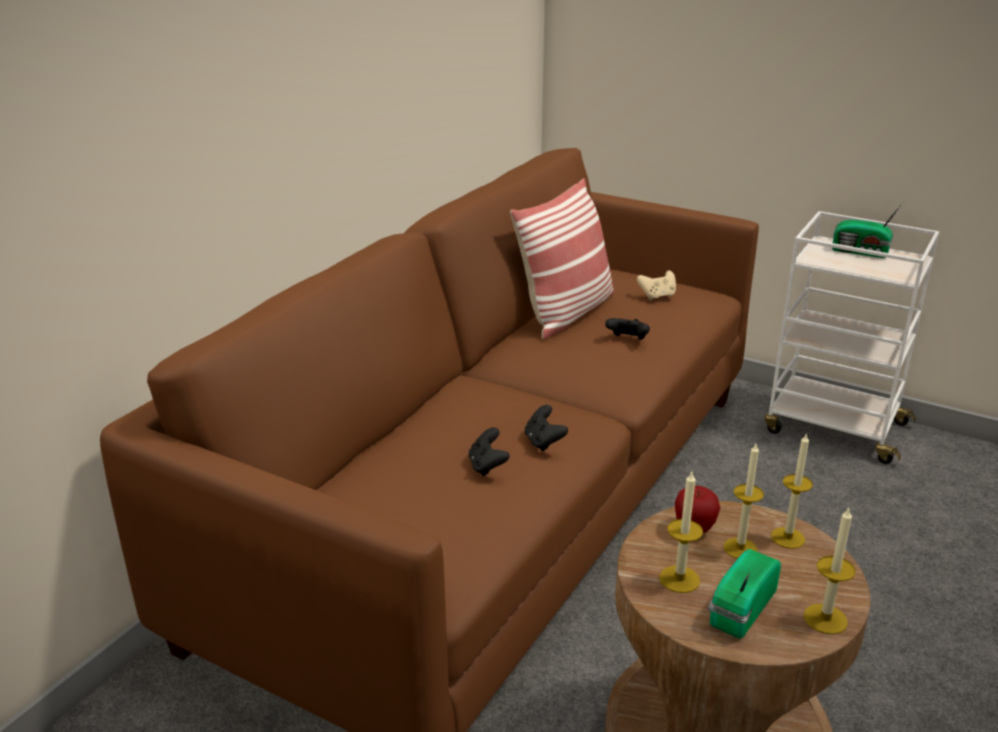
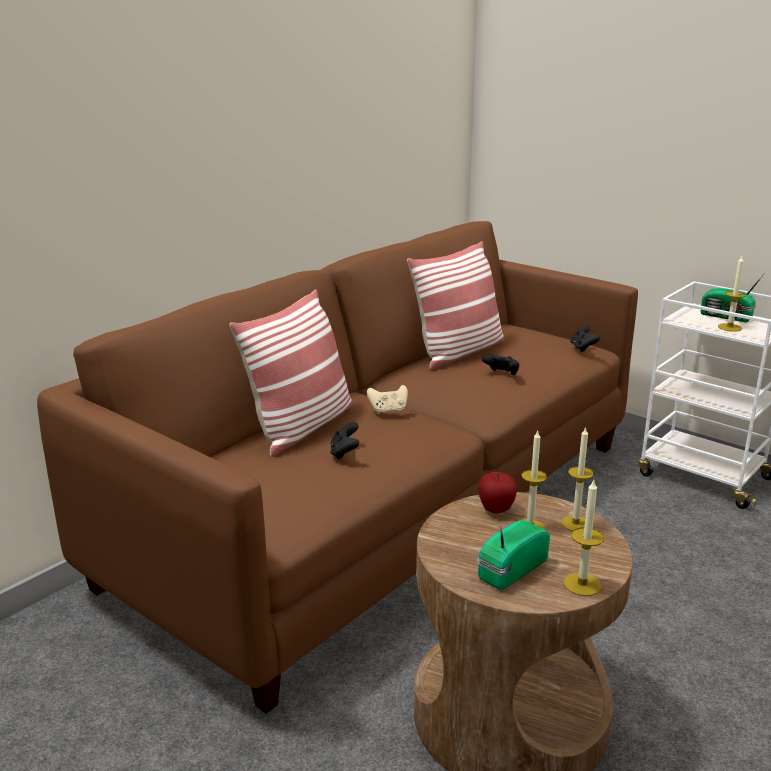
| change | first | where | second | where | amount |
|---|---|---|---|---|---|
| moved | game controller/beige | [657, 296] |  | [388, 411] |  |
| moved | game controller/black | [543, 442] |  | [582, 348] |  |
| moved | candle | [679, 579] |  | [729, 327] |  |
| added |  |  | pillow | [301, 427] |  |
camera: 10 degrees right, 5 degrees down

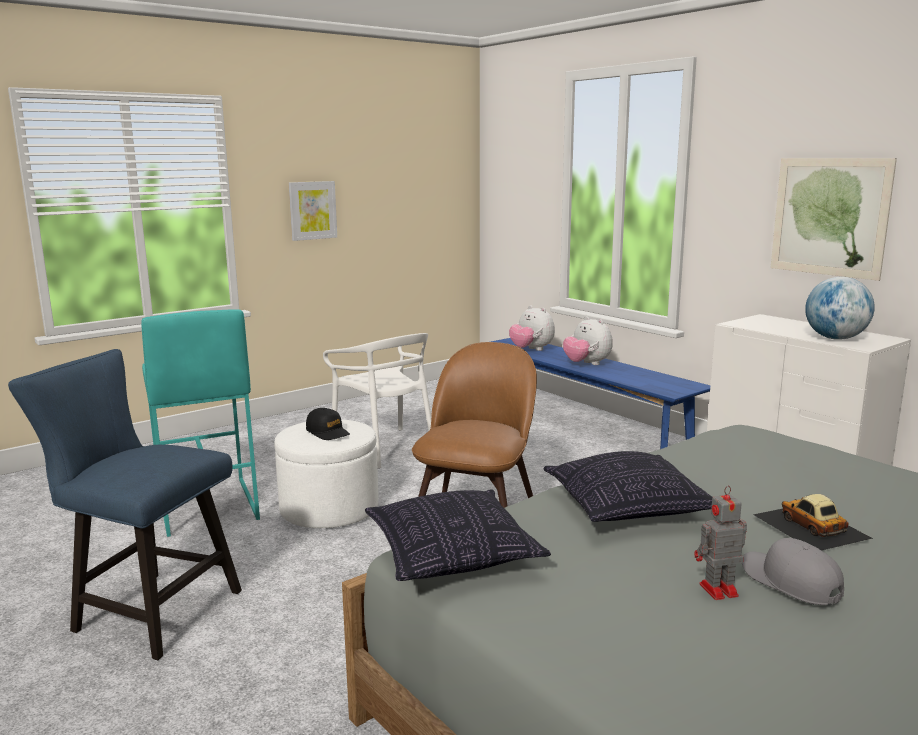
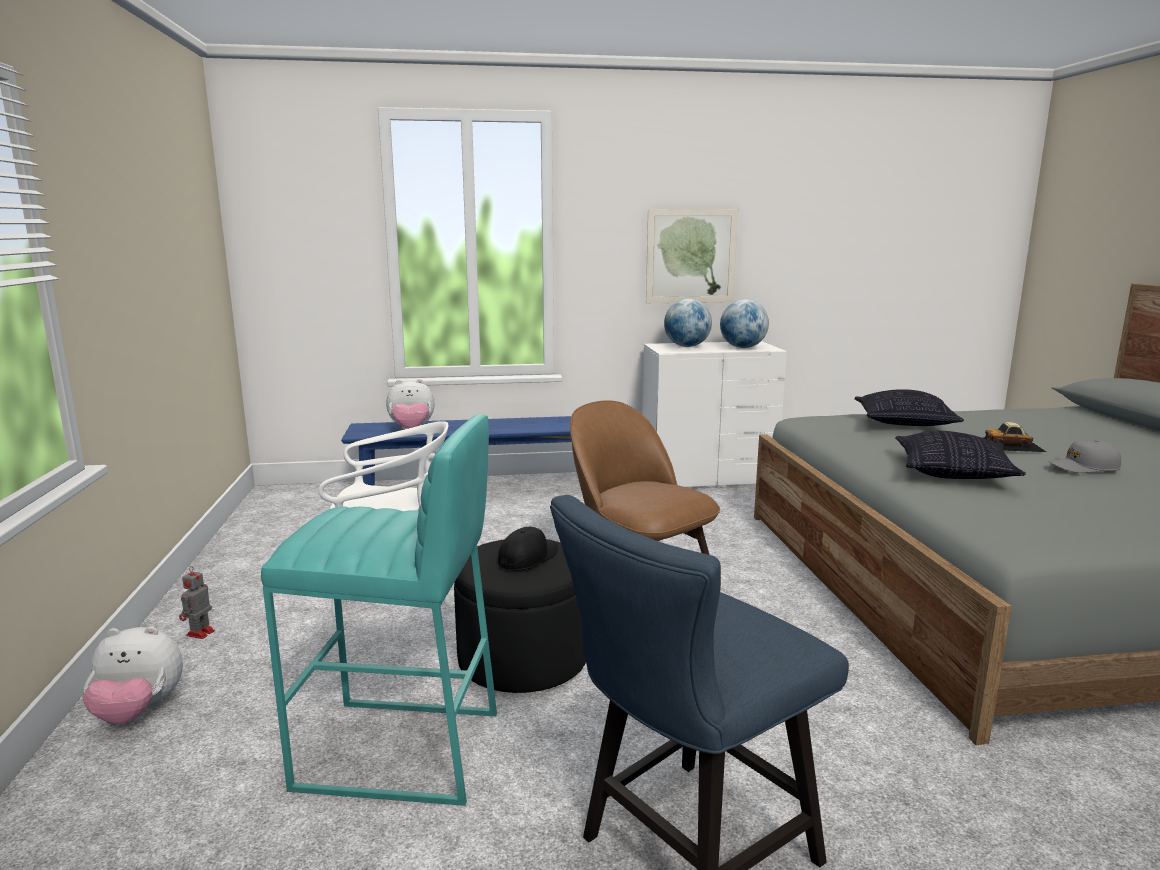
| change | first | where | second | where | amount |
|---|---|---|---|---|---|
| removed | picture | [312, 210] |  |  |  |
| moved | plush toy | [587, 364] |  | [138, 712] |  |
| turned | cap/black | [328, 432] |  | [528, 557] | 45 degrees counterclockwise |
| recoloured | ottoman/white | [329, 509] | ottoman/black | [523, 659] |  |
| moved | toy robot | [716, 590] |  | [199, 634] |  |
| moved | pillow | [451, 555] |  | [904, 424] |  |
| added |  |  | globe | [686, 346] |  |
camera: 60 degrees left, 0 degrees up

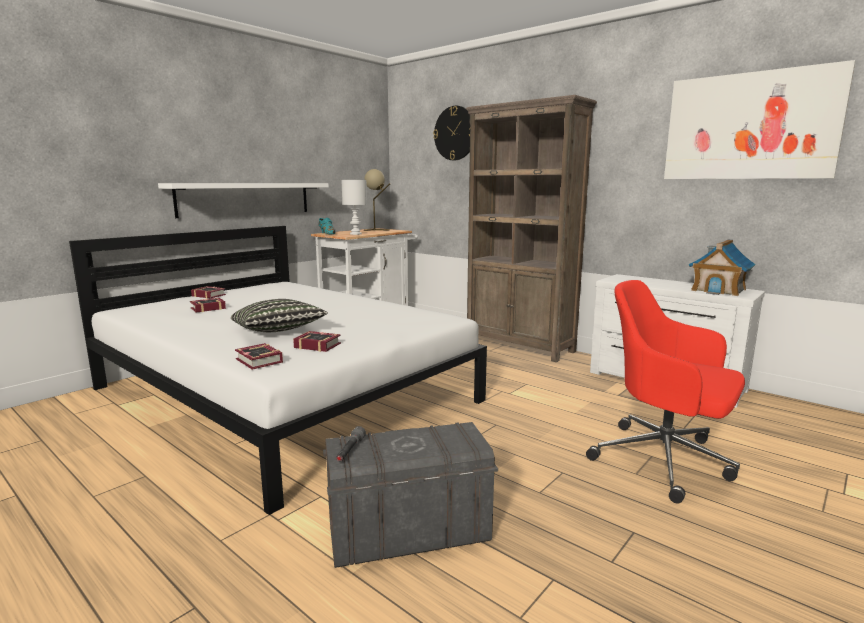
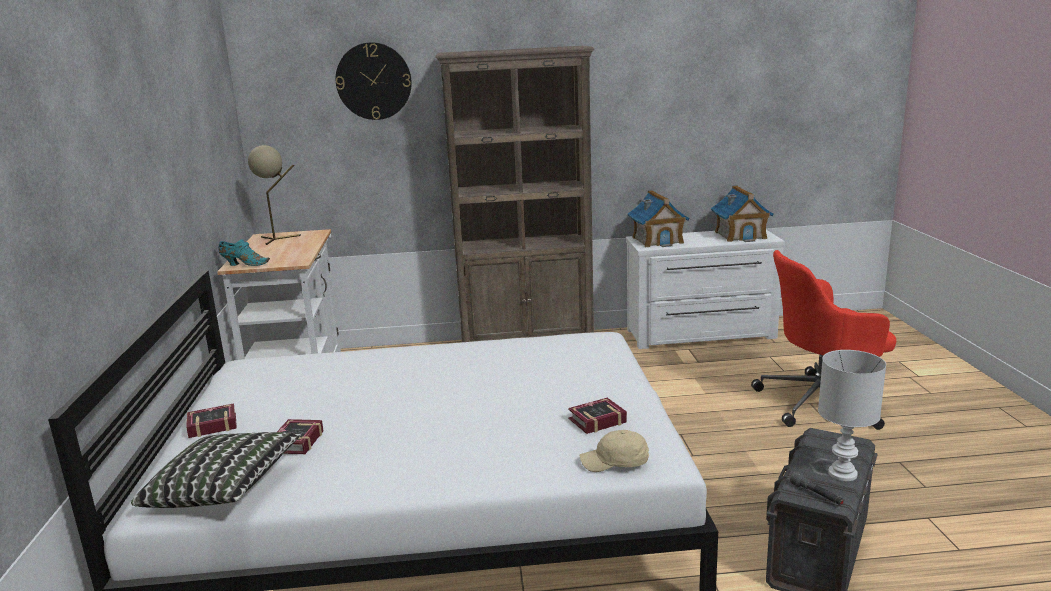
| change | first | where | second | where | amount |
|---|---|---|---|---|---|
| removed | picture | [749, 126] |  |  |  |
| moved | table lamp/white | [356, 234] |  | [842, 473] |  |
| removed | shelf/white | [246, 199] |  |  |  |
| moved | pillow | [278, 332] |  | [224, 491] |  |
| replaced | book | [259, 361] | cap/beige | [615, 463] |  |
| added |  |  | toy house | [657, 240] |  |
camera: 45 degrees left, 5 degrees up

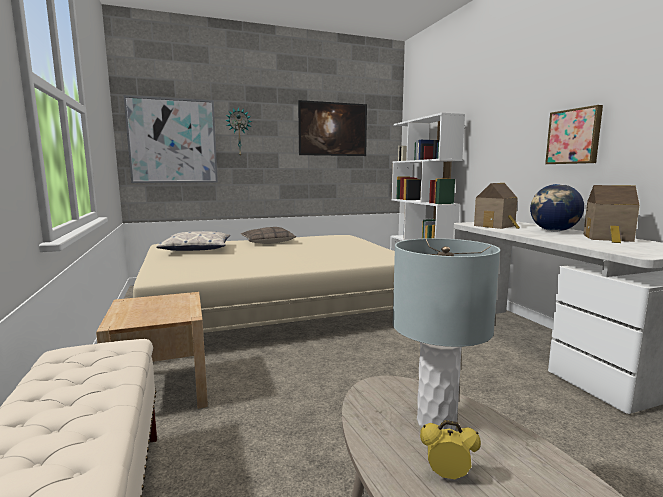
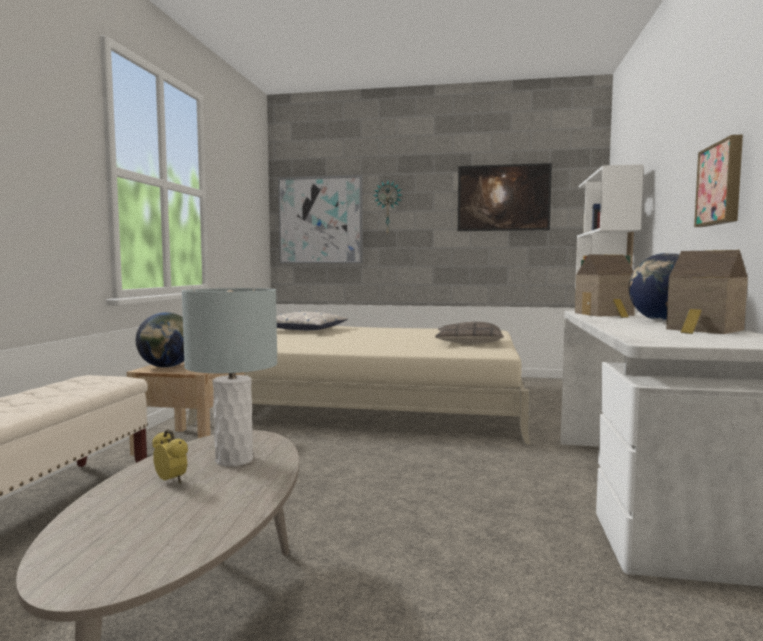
| change | first | where | second | where | amount |
|---|---|---|---|---|---|
| moved | pillow | [267, 242] |  | [468, 342] |  |
| added |  |  | globe | [167, 367] |  |
camera: 30 degrees right, 5 degrees down

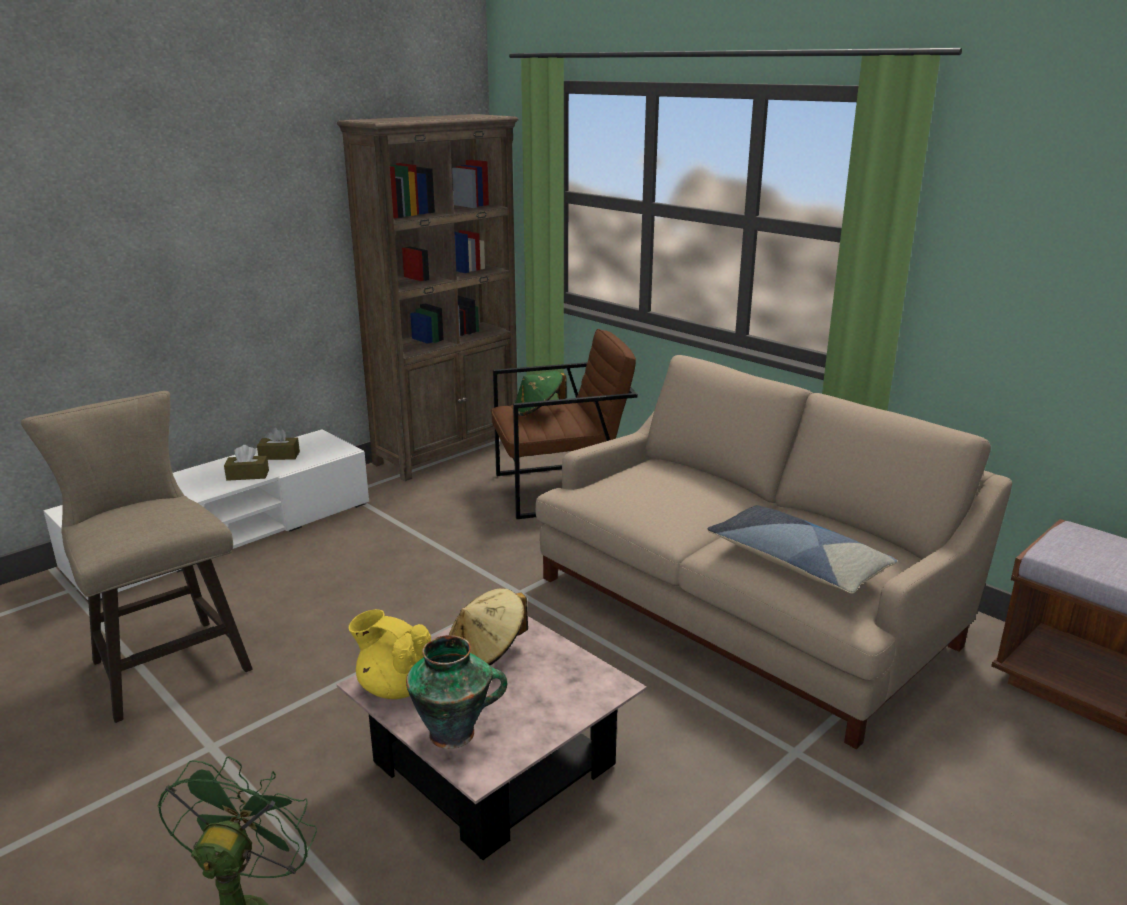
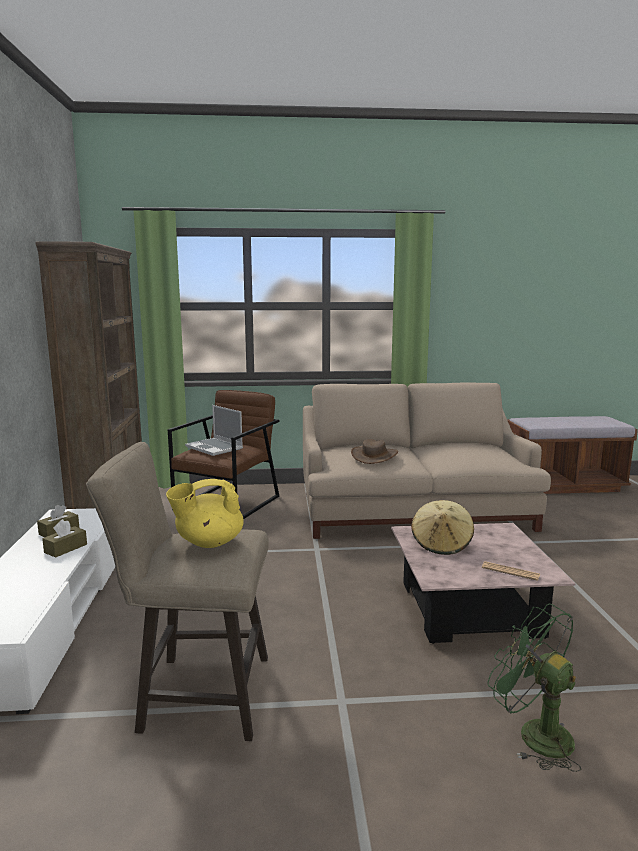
| change | first | where | second | where | amount |
|---|---|---|---|---|---|
| replaced | hat/green | [538, 410] | laptop | [215, 448] |  |
| removed | pillow | [797, 562] |  |  |  |
| moved | teapot/yellow | [397, 686] |  | [208, 542] |  |
| replaced | vase | [454, 733] | newspaper | [510, 571] |  |
| added |  |  | hat/brown | [374, 456] |  |
camera: 50 degrees left, 10 degrees down

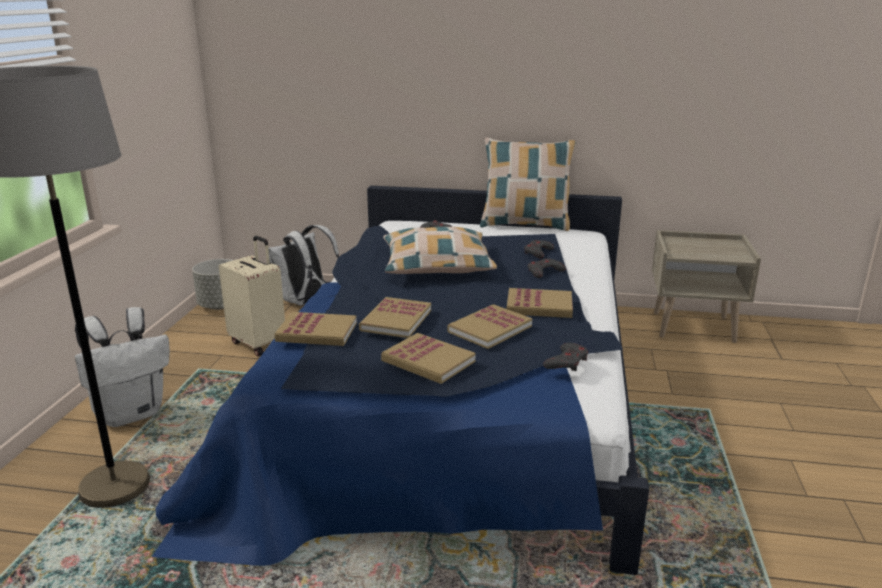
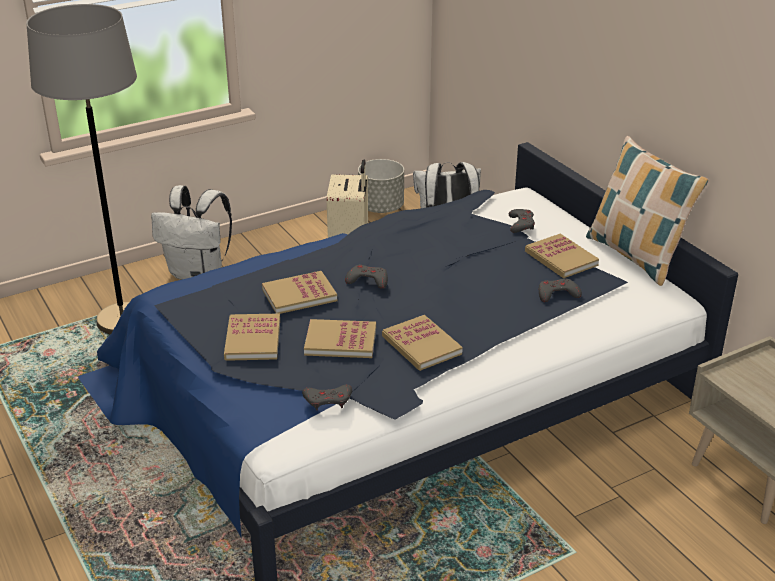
| change | first | where | second | where | amount |
|---|---|---|---|---|---|
| removed | pillow | [437, 265] |  |  |  |
| moved | game controller/grey | [544, 271] |  | [367, 280] |  |
| moved | book | [317, 332] |  | [561, 258] |  |
camera: 50 degrees right, 10 degrees up

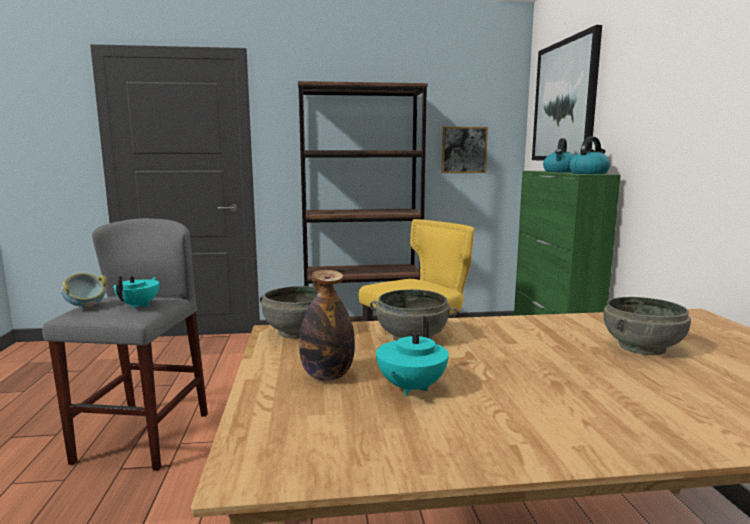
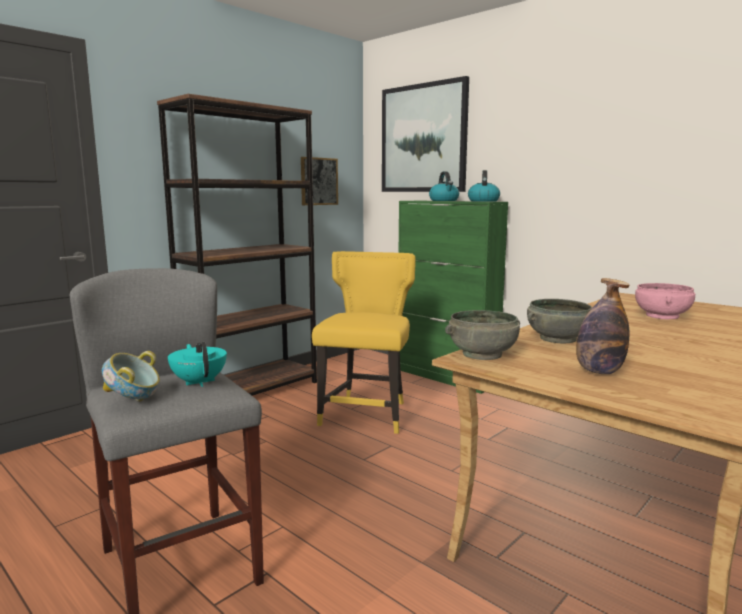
| change | first | where | second | where | amount |
|---|---|---|---|---|---|
| recoloured | bowl/grey | [643, 347] | bowl/pink | [663, 316] |  |
| removed | teapot/turquoise | [410, 388] |  |  |  |
camera: 40 degrees left, 0 degrees up

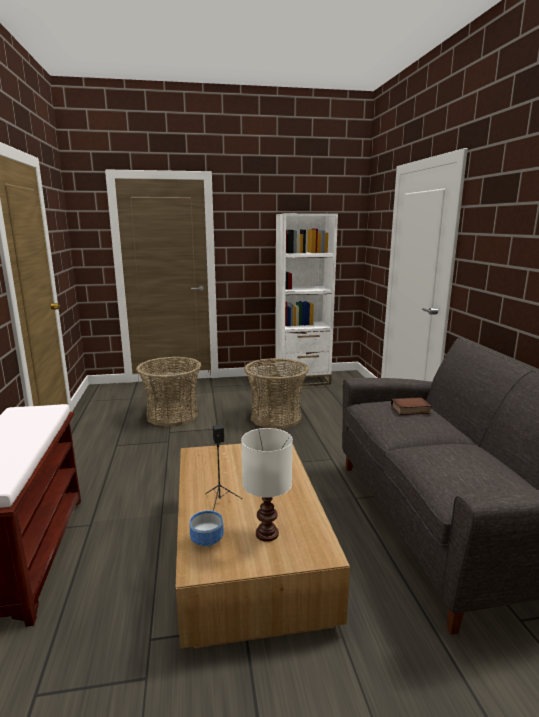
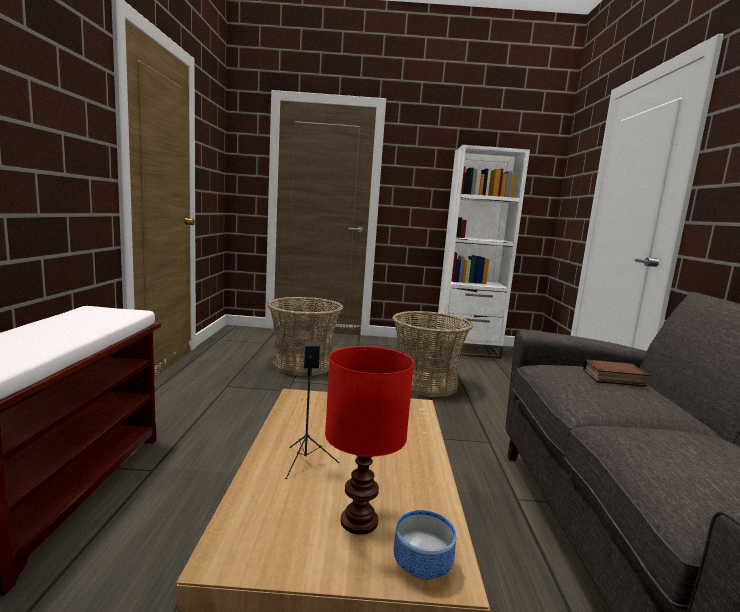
| change | first | where | second | where | amount |
|---|---|---|---|---|---|
| recoloured | table lamp/white | [267, 534] | table lamp/red | [358, 522] |  |
| moved | bowl | [208, 540] |  | [424, 565] |  |
camera: 10 degrees right, 5 degrees down

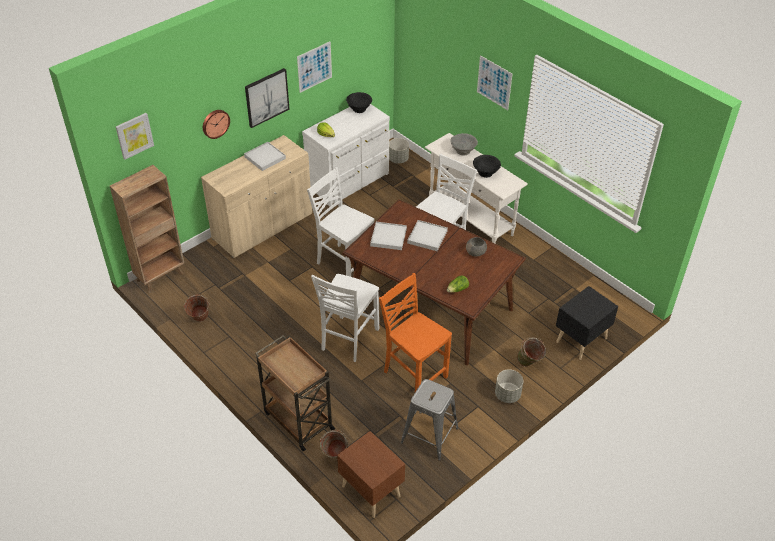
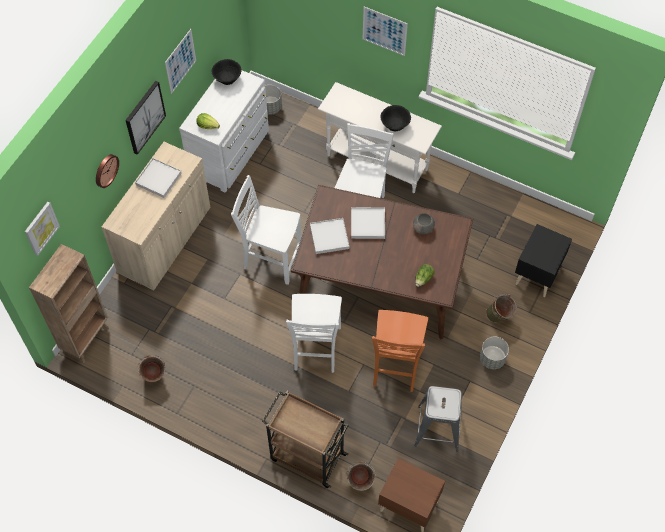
| change | first | where | second | where | amount |
|---|---|---|---|---|---|
| removed | bowl/grey | [463, 151] |  |  |  |
| turned | chair/orange | [414, 374] |  | [396, 366] | 105 degrees counterclockwise |
camera: 20 degrees left, 15 degrees up

